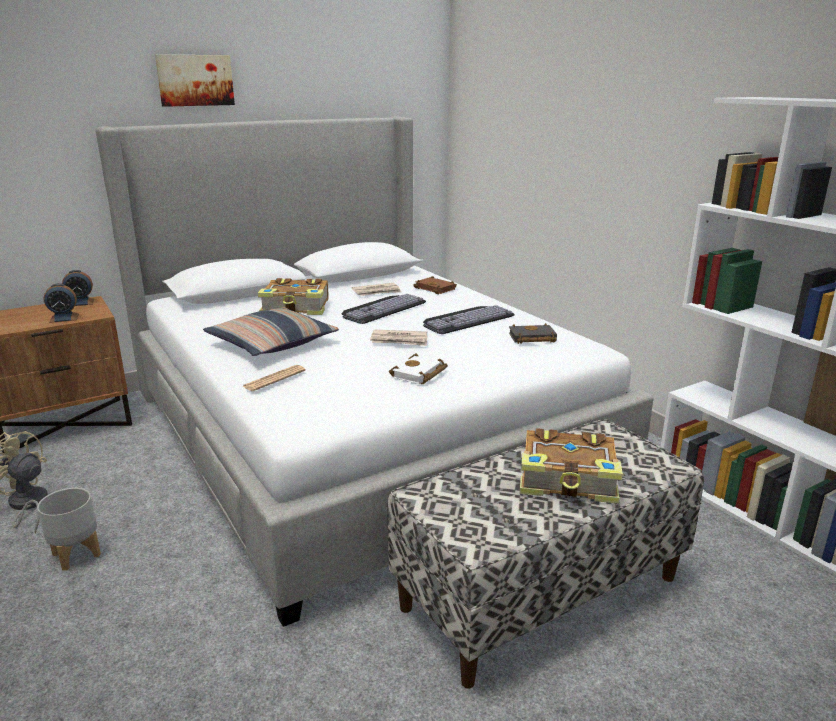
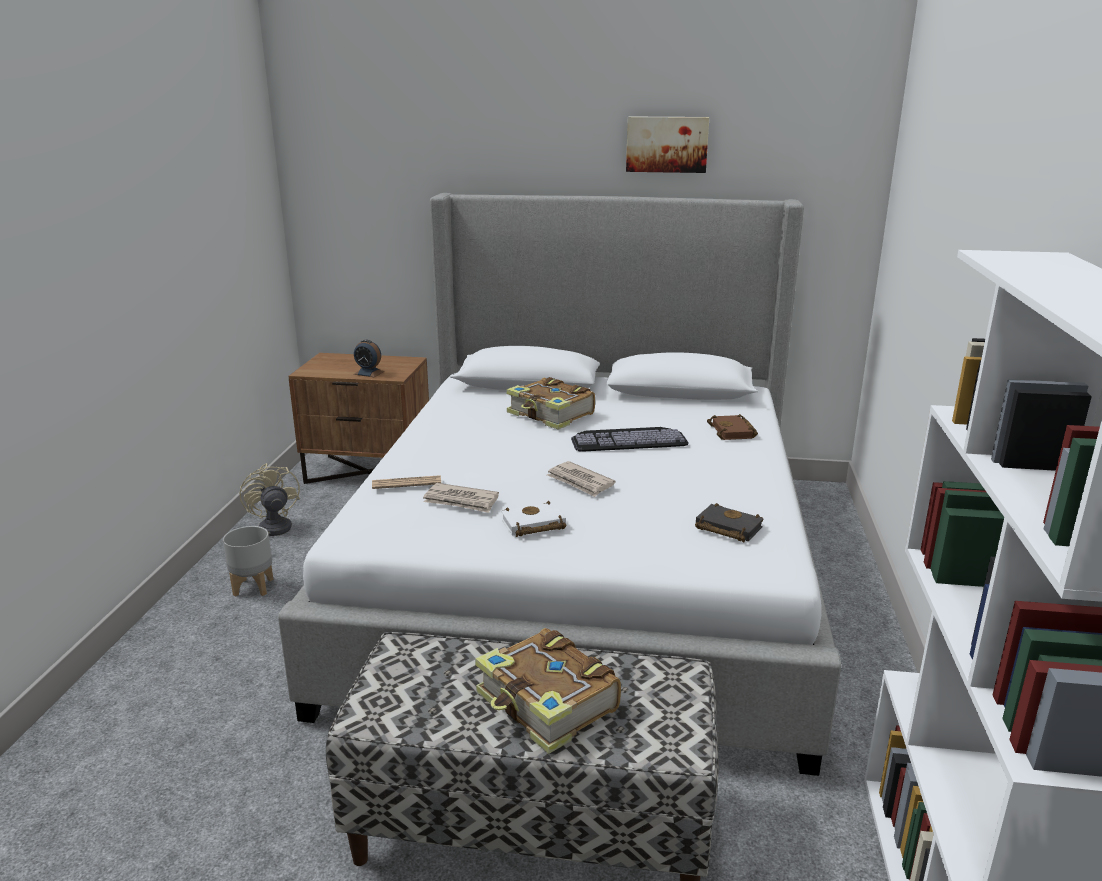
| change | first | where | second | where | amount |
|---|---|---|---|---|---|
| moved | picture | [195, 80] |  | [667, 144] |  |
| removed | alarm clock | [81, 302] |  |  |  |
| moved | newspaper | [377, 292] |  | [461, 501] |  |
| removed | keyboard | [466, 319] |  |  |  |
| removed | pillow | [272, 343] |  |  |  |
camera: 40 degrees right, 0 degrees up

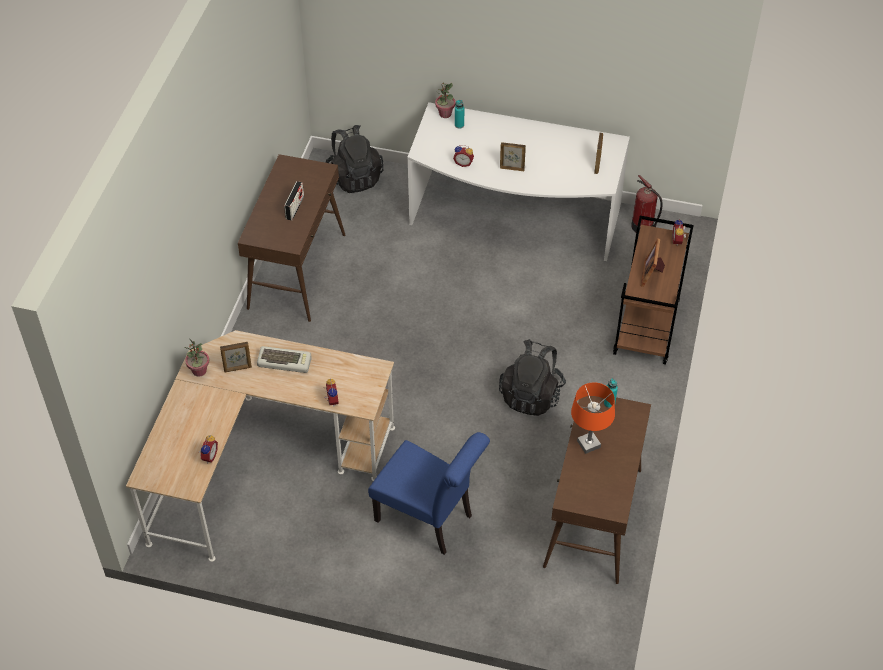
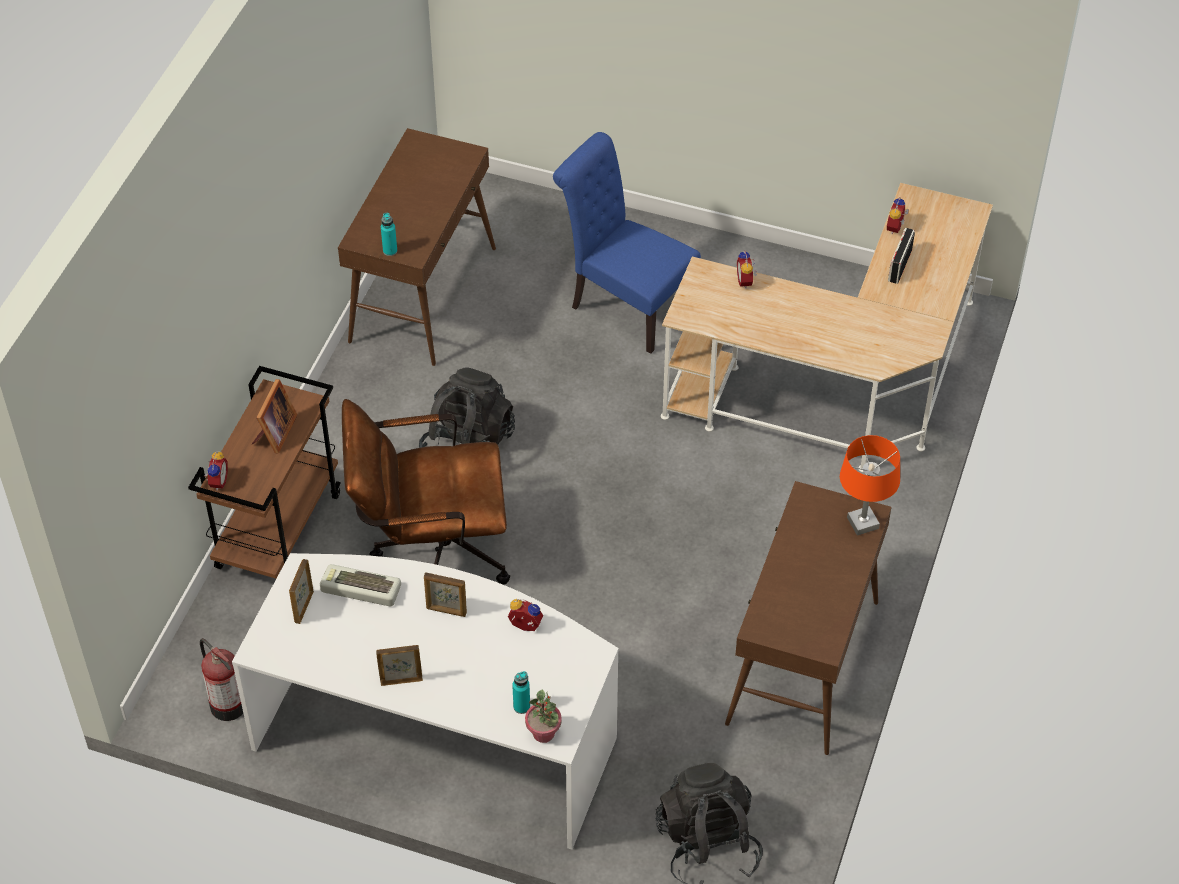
| change | first | where | second | where | amount |
|---|---|---|---|---|---|
| moved | radio | [295, 207] |  | [899, 265] |  |
| removed | potted plant | [199, 371] |  |  |  |
| moved | picture frame | [238, 369] |  | [401, 680] |  |
| moved | keyboard | [285, 361] |  | [359, 590] |  |
| moved | table lamp/orange | [589, 444] |  | [862, 523] |  |
| added |  |  | office chair/brown | [431, 552] |  |
camera: 175 degrees left, 0 degrees up

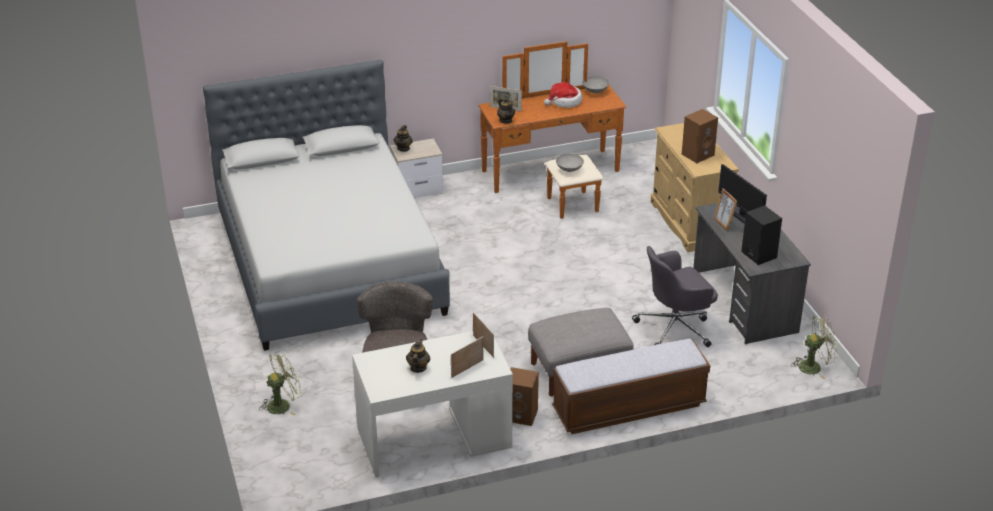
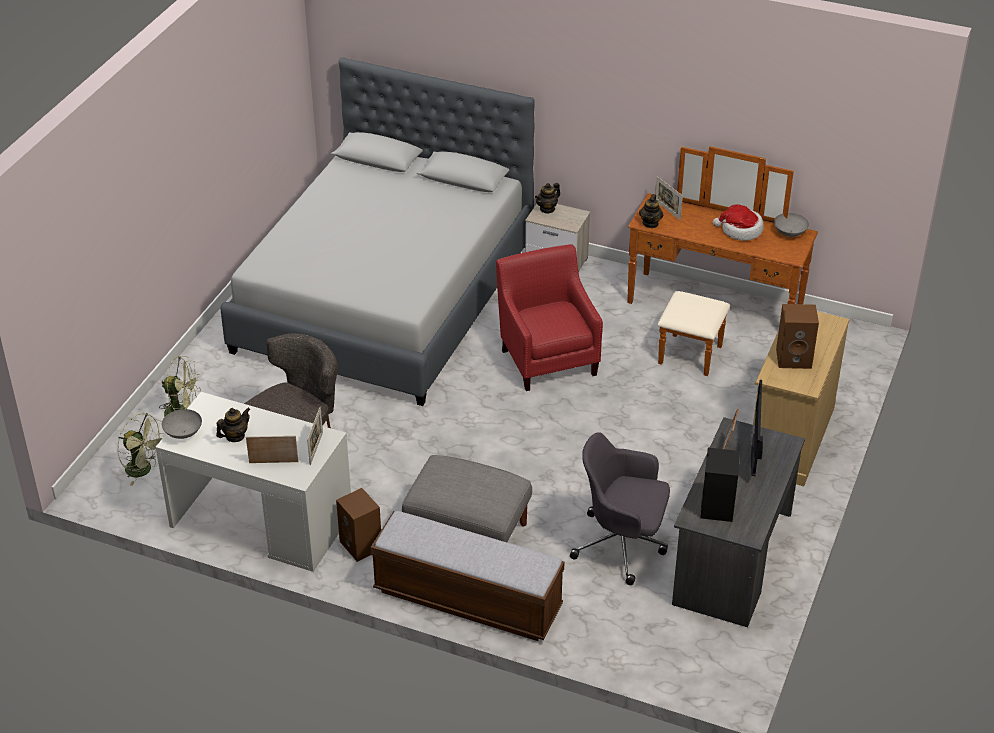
| change | first | where | second | where | amount |
|---|---|---|---|---|---|
| moved | bowl/grey | [569, 169] |  | [183, 433] |  |
| moved | fan/green | [814, 366] |  | [144, 470] |  |
| added |  |  | armchair/red | [548, 358] |  |
camera: 40 degrees right, 5 degrees up

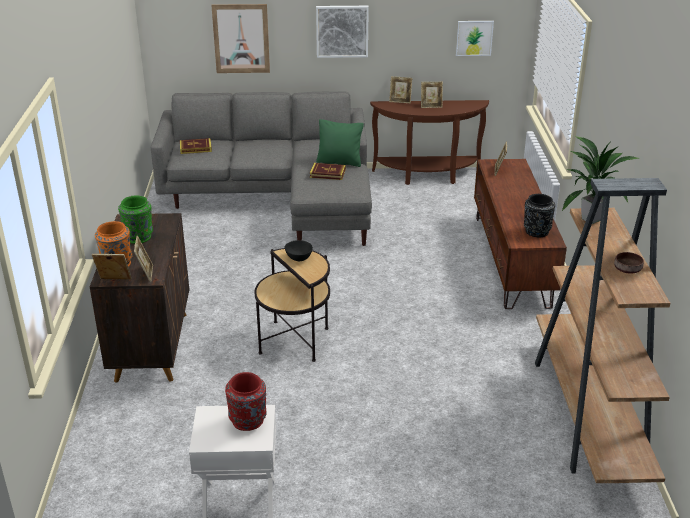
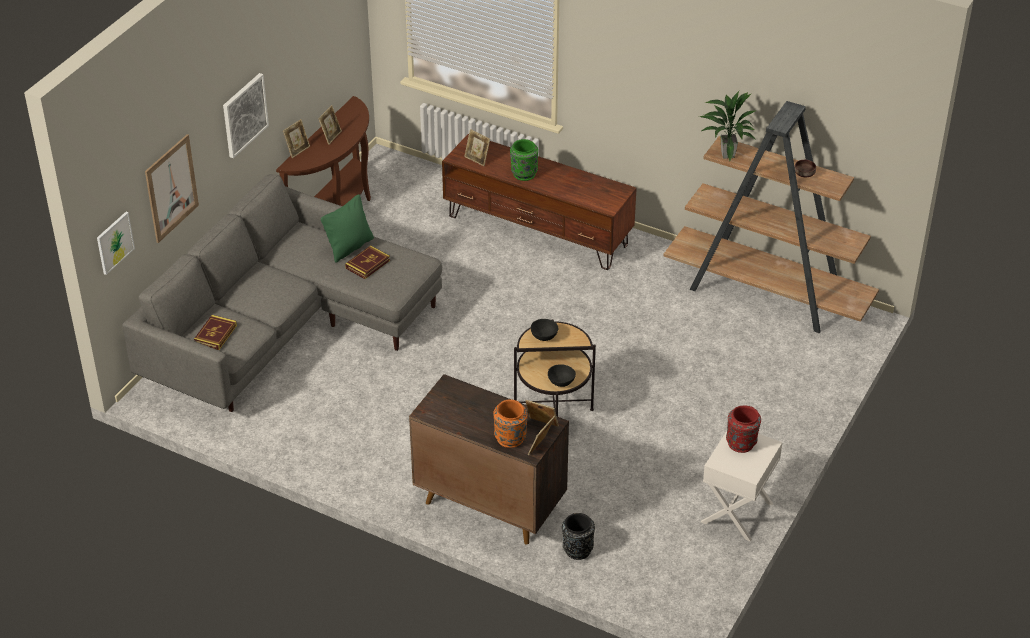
| change | first | where | second | where | amount |
|---|---|---|---|---|---|
| moved | picture | [474, 38] |  | [114, 242] |  |
| moved | vase/black | [536, 231] |  | [577, 550] |  |
| moved | vase/green | [138, 237] |  | [523, 174] |  |
| added |  |  | bowl/black | [561, 383] |  |
camera: 60 degrees left, 10 degrees up

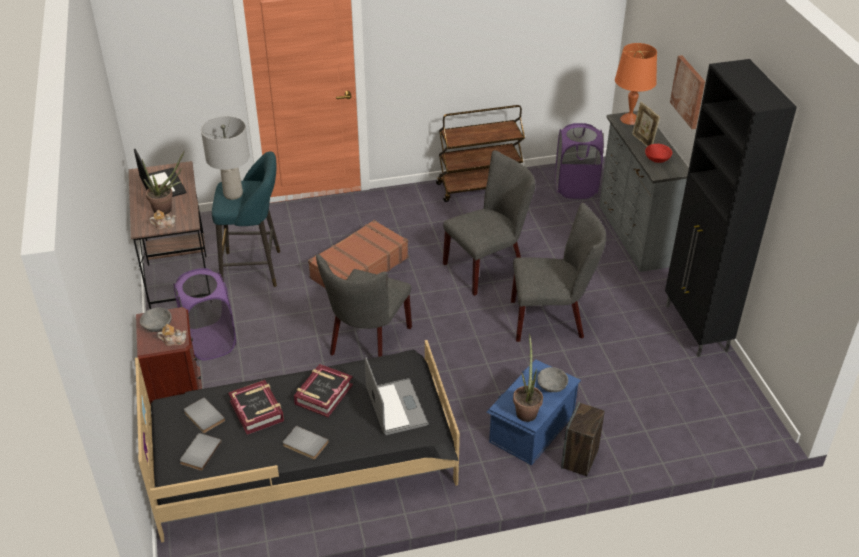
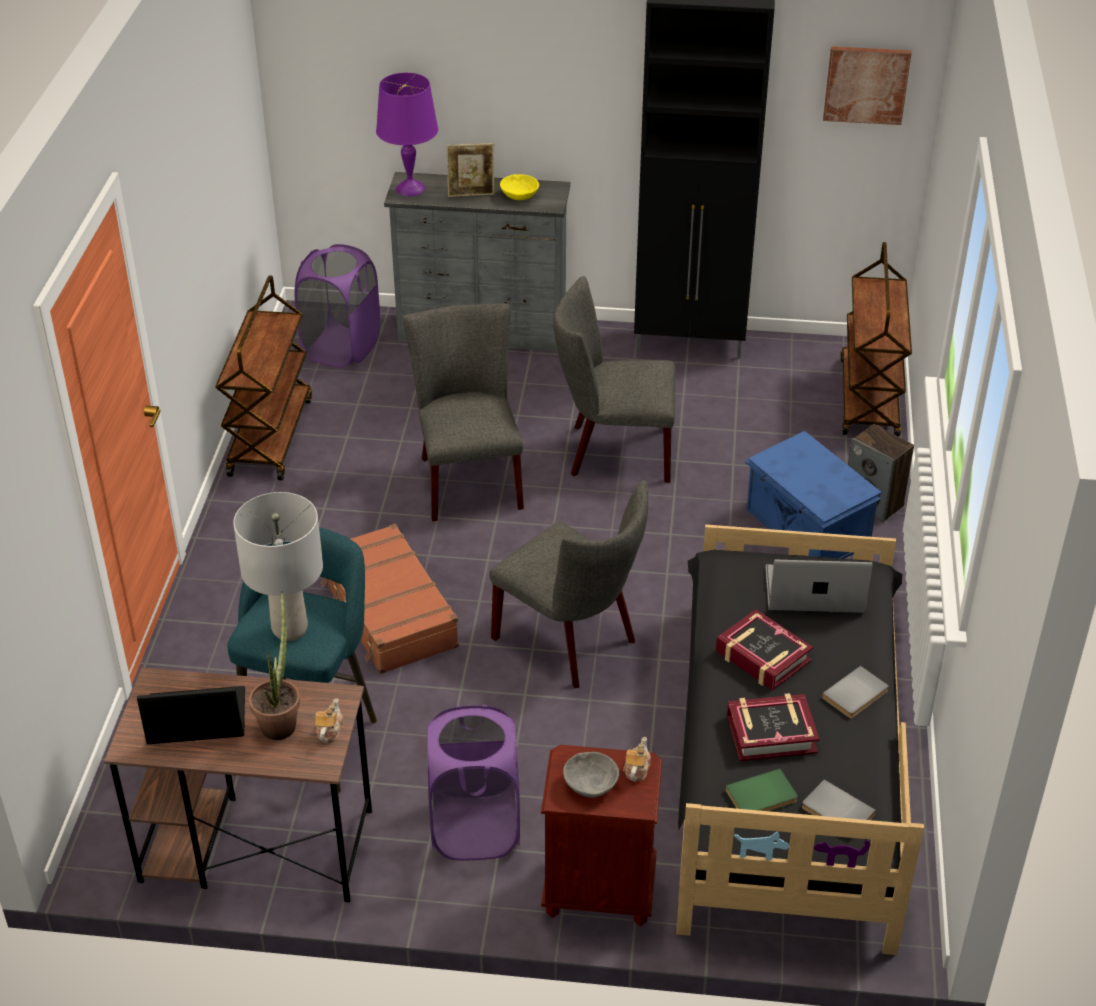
| change | first | where | second | where | amount |
|---|---|---|---|---|---|
| recoloured | table lamp/orange | [629, 119] | table lamp/purple | [410, 189] |  |
| moved | picture | [689, 91] |  | [866, 84] |  |
| recoloured | bowl/red | [657, 159] | bowl/yellow | [518, 196] |  |
| turned | chair/grey | [552, 319] |  | [613, 452] | 105 degrees counterclockwise |
| removed | potted plant | [526, 410] |  |  |  |
| removed | bowl/grey | [551, 386] |  |  |  |
| recoloured | book/grey | [203, 417] | book/green | [762, 797] |  |
| added |  |  | cart/brown | [869, 399] |  |
camera: 70 degrees left, 0 degrees up

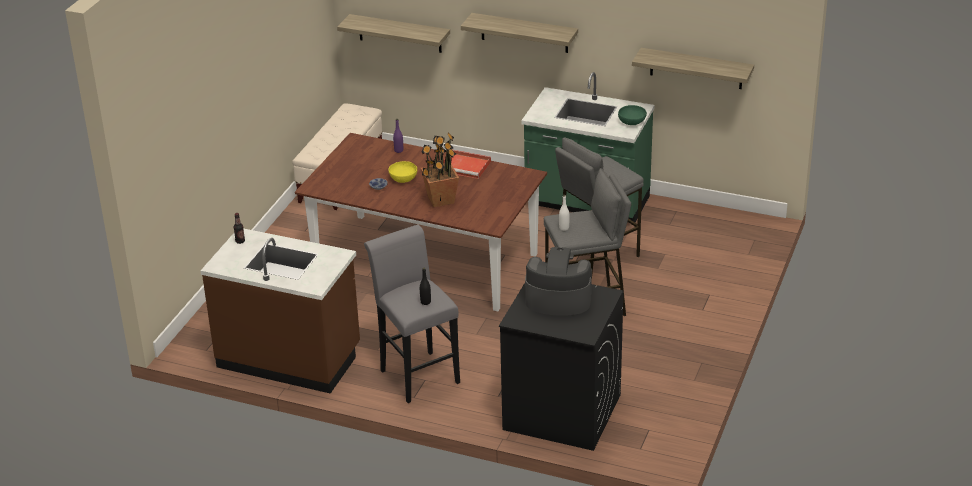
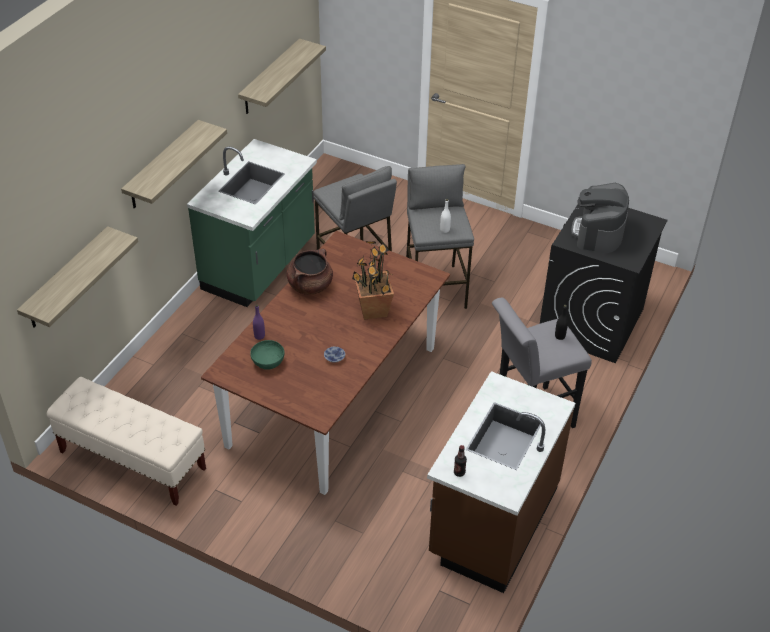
| change | first | where | second | where | amount |
|---|---|---|---|---|---|
| moved | bowl/green | [632, 122] |  | [268, 361] |  |
| replaced | tray/red | [466, 166] | cooking pot/brown | [310, 285] |  |
| removed | bowl/yellow | [403, 179] |  |  |  |
camera: 85 degrees left, 10 degrees up

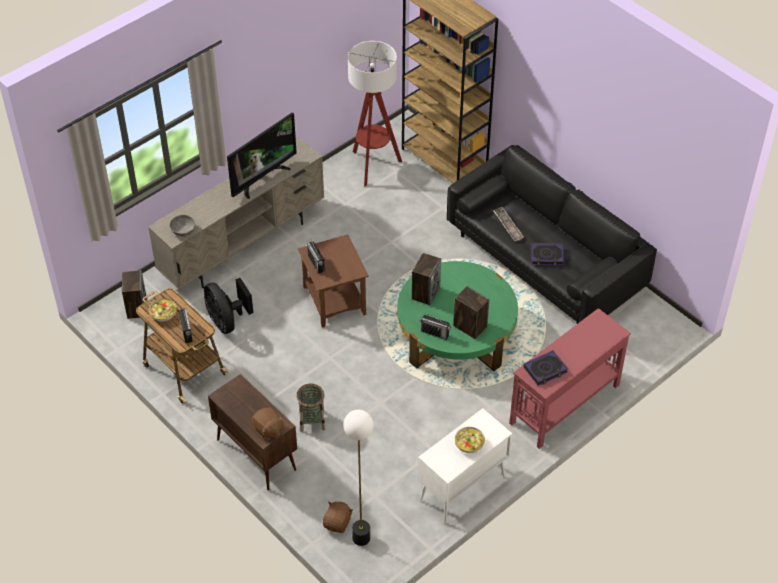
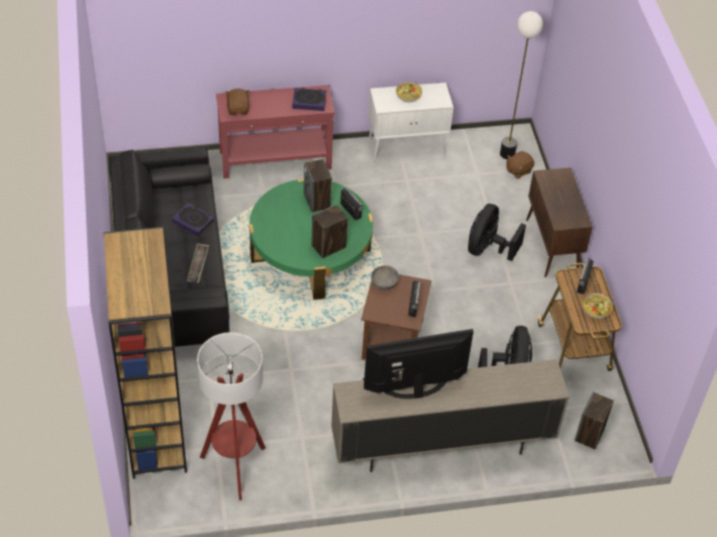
| change | first | where | second | where | amount |
|---|---|---|---|---|---|
| moved | bowl/grey | [183, 231] |  | [384, 283] |  |
| replaced | basket | [312, 420] | fan/black | [487, 249] |  |
| moved | plush toy/brown | [268, 430] |  | [238, 109] |  |
camera: 150 degrees left, 0 degrees up

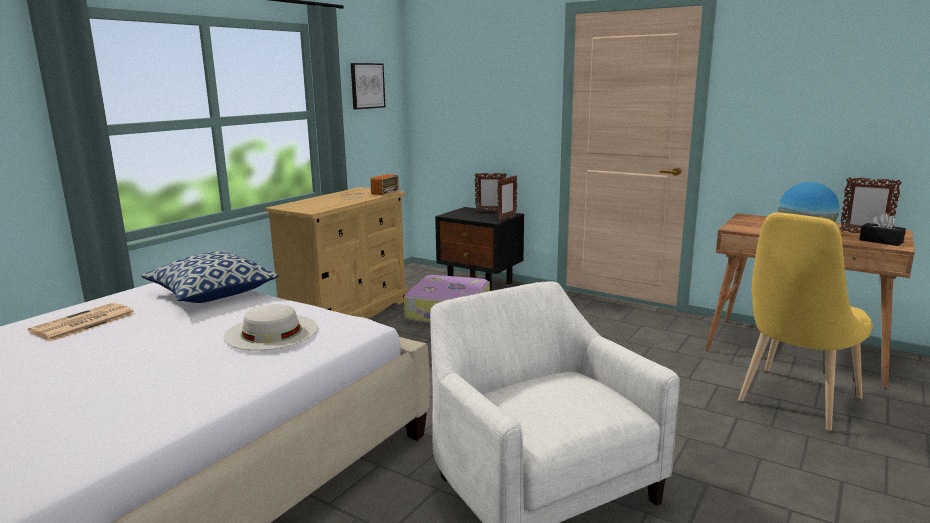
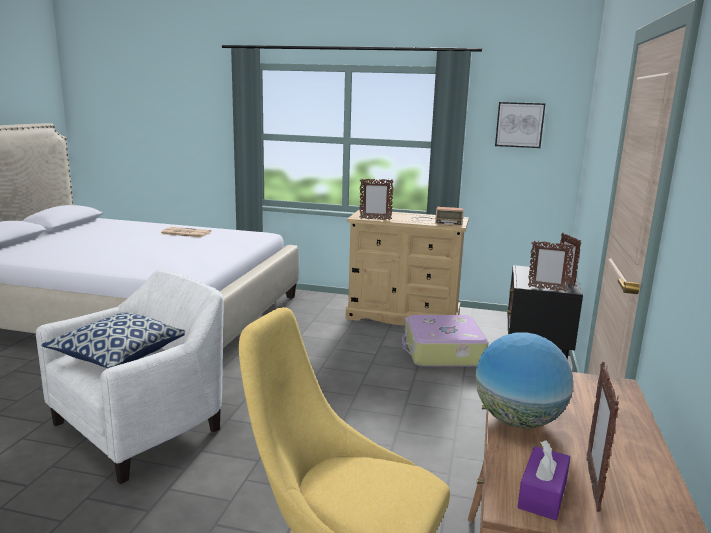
| change | first | where | second | where | amount |
|---|---|---|---|---|---|
| recoloured | tissue box/black | [881, 241] | tissue box/purple | [542, 494] |  |
| moved | pillow | [211, 293] |  | [119, 355] |  |
| removed | hat/white | [271, 332] |  |  |  |
| added |  |  | picture frame | [375, 219] |  |
camera: 70 degrees right, 0 degrees up

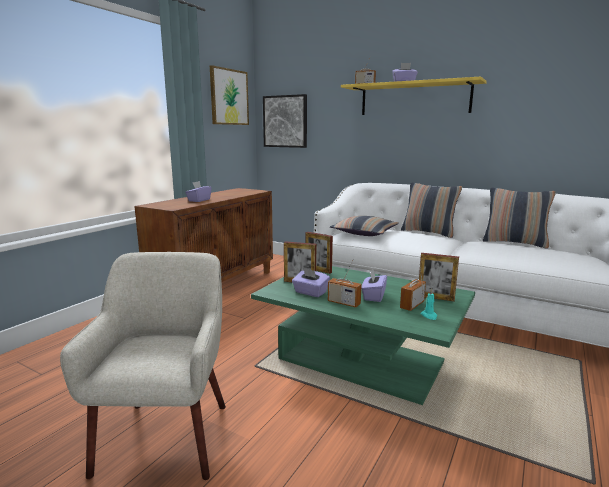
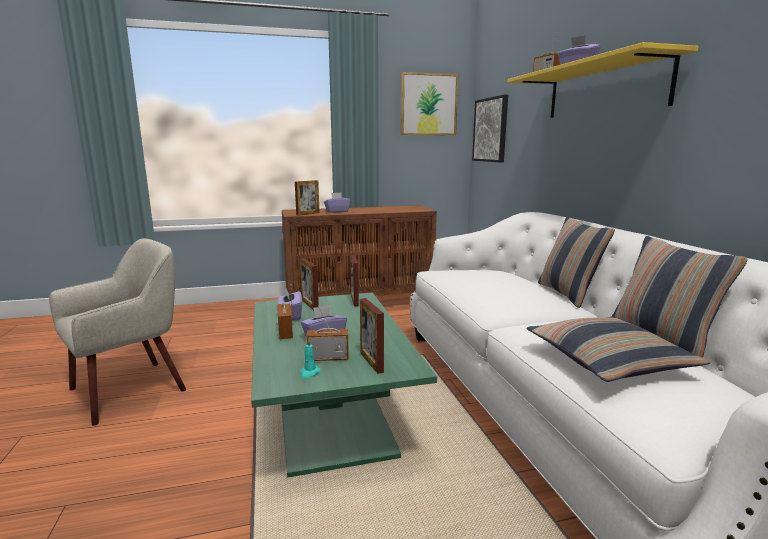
| change | first | where | second | where | amount |
|---|---|---|---|---|---|
| moved | pillow | [364, 233] |  | [608, 361] |  |
| added |  |  | picture frame | [308, 214] |  |
camera: 45 degrees right, 0 degrees up

